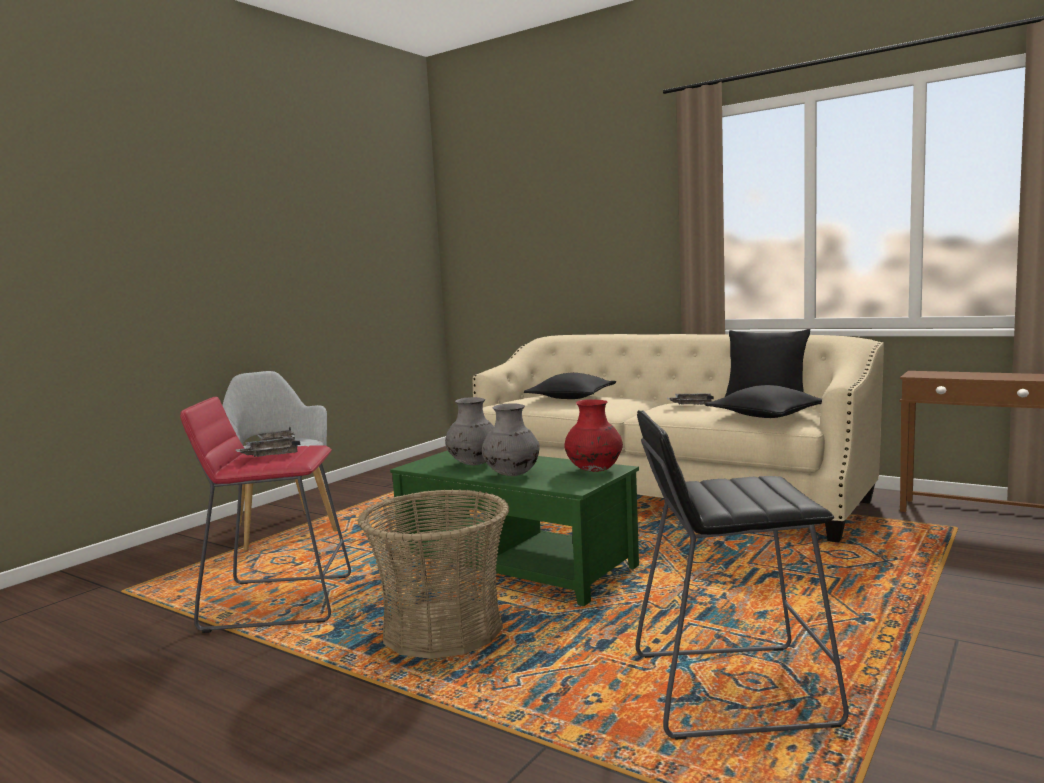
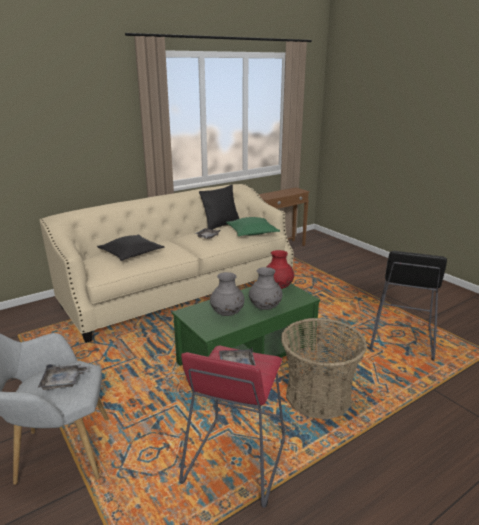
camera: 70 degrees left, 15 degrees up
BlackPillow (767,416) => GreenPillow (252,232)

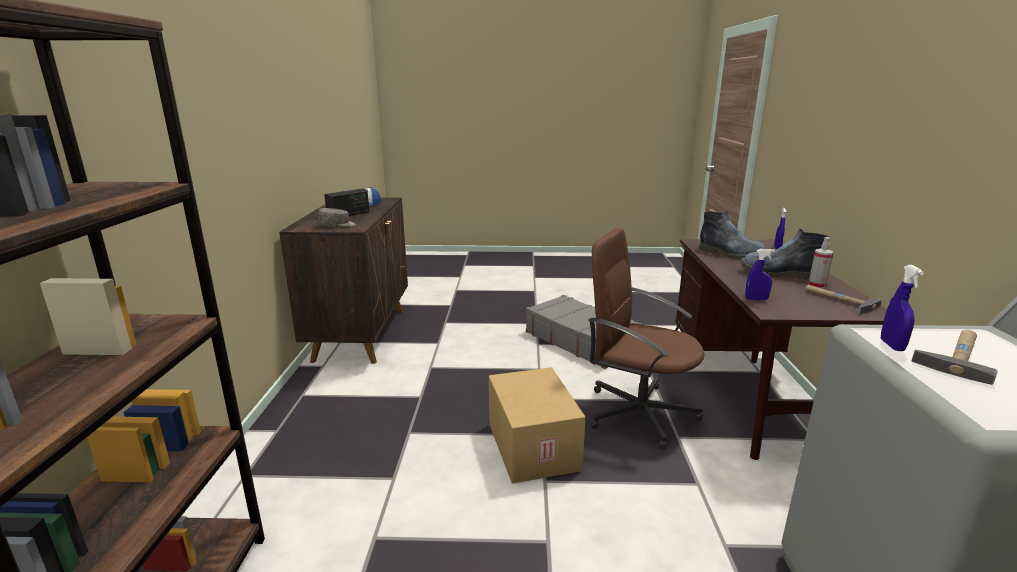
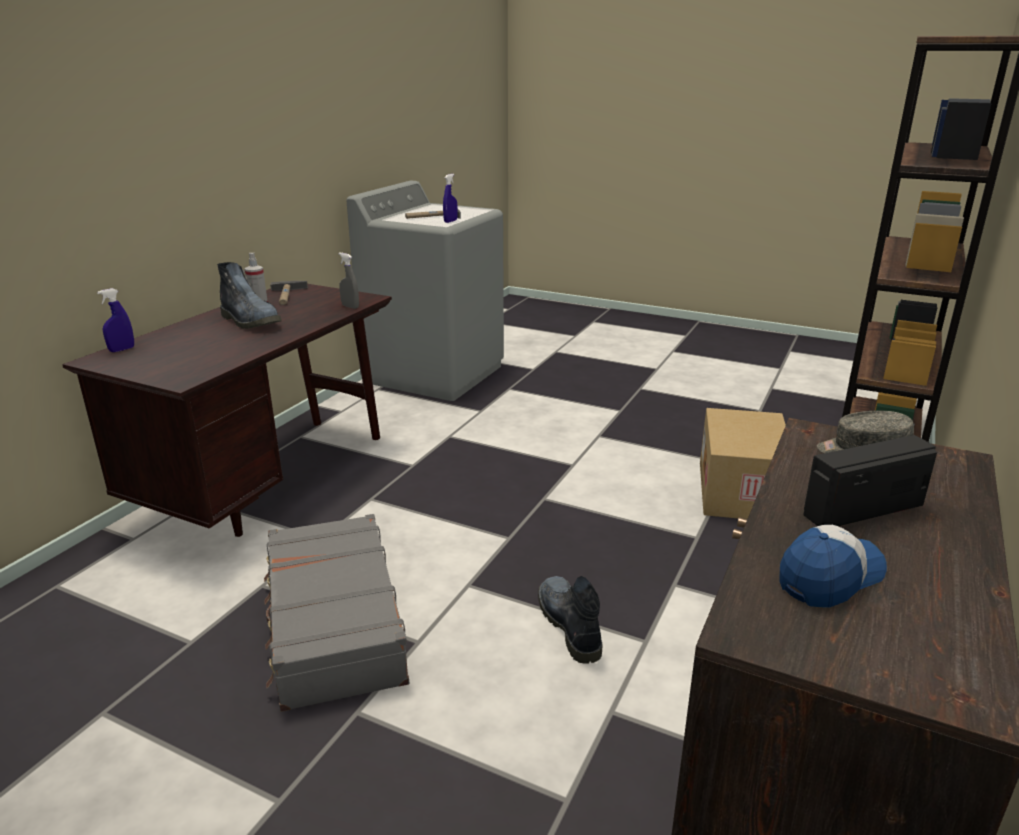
camera: 155 degrees left, 5 degrees up
Boot (732,254) => Boot (568,624), move
BrownOfficeChair (638,412) => nothing
BlueSprayBottle (756,299) => GreySprayBottle (350,307)
CardboardBox (531,446) => CardboardBox (742,492), move

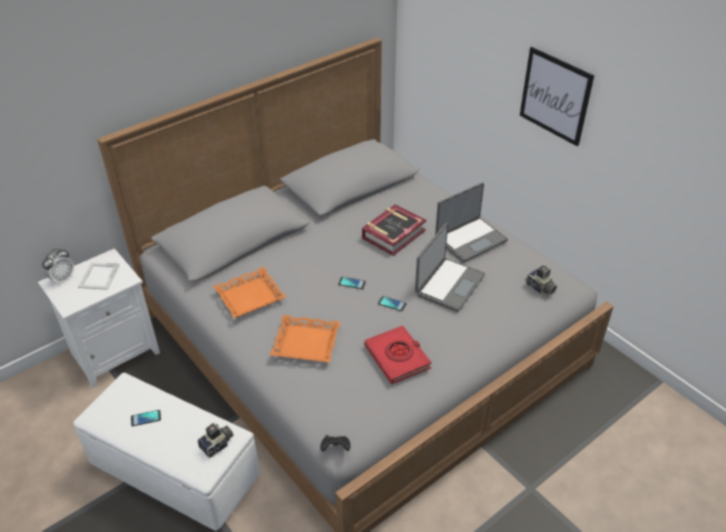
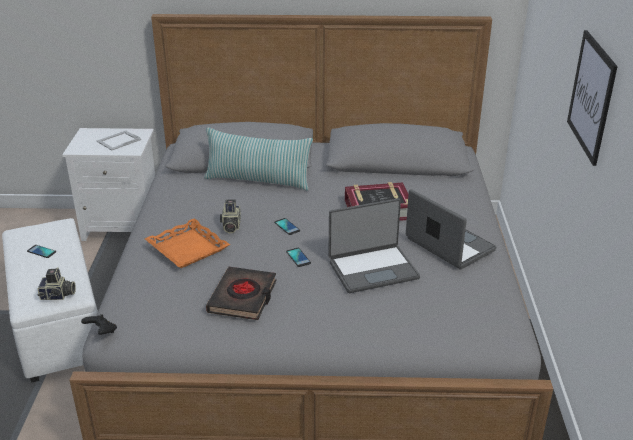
camera: 40 degrees right, 10 degrees down
Laptop (470,239) => Laptop (448,245), 135 degrees counterclockwise
AlarmClock (62,279) => nothing
PhotoCamera (540,288) => PhotoCamera (230,226), move
OrangeTray (250,297) => nothing
RedBook (397,357) => BlackBook (243,297)
nothing => Pillow (258,180)

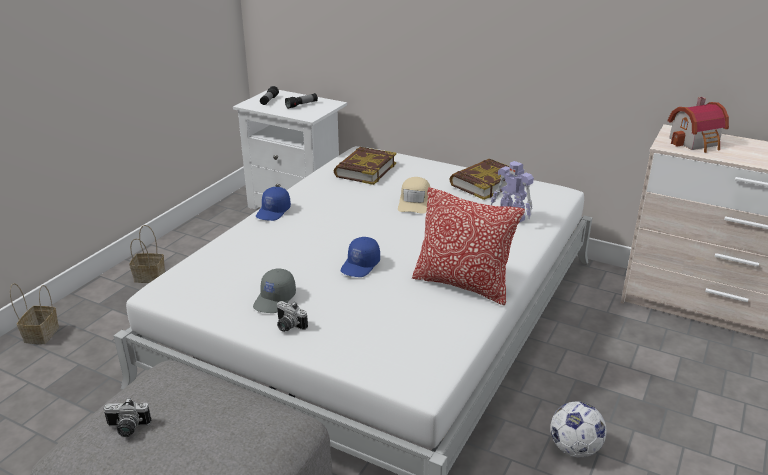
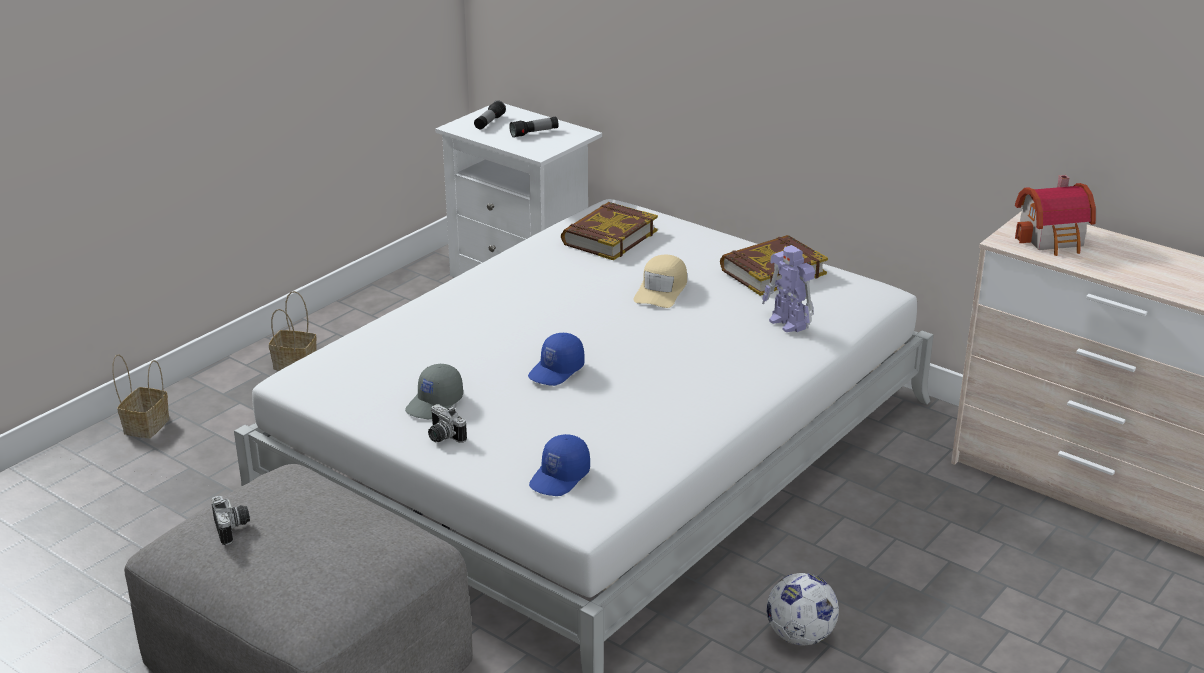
camera: 10 degrees right, 0 degrees up
BlueCap (273,212) => BlueCap (560,477), move
Pillow (463,284) => nothing
PhotoCamera (127,428) => PhotoCamera (233,528), 120 degrees counterclockwise

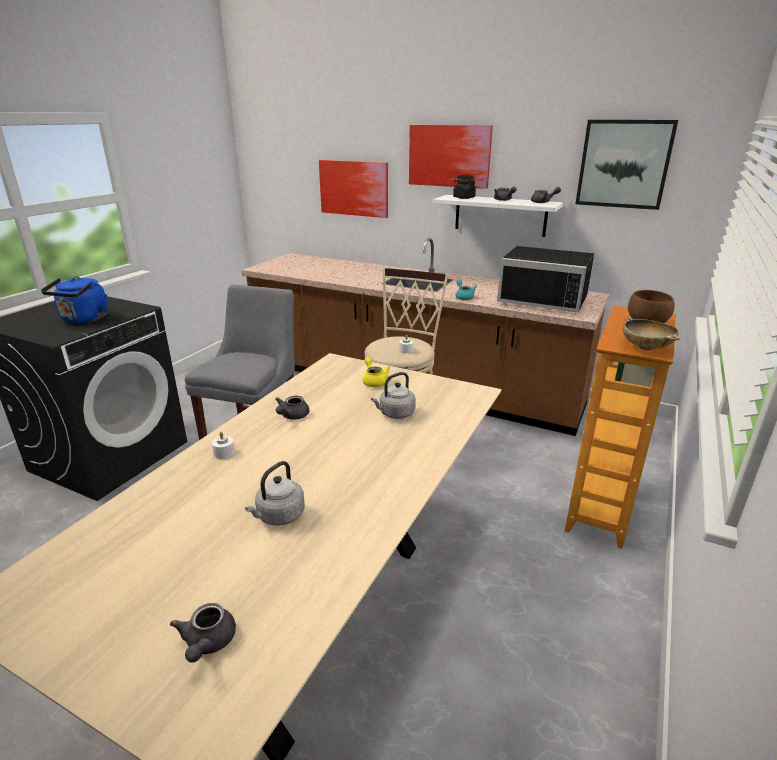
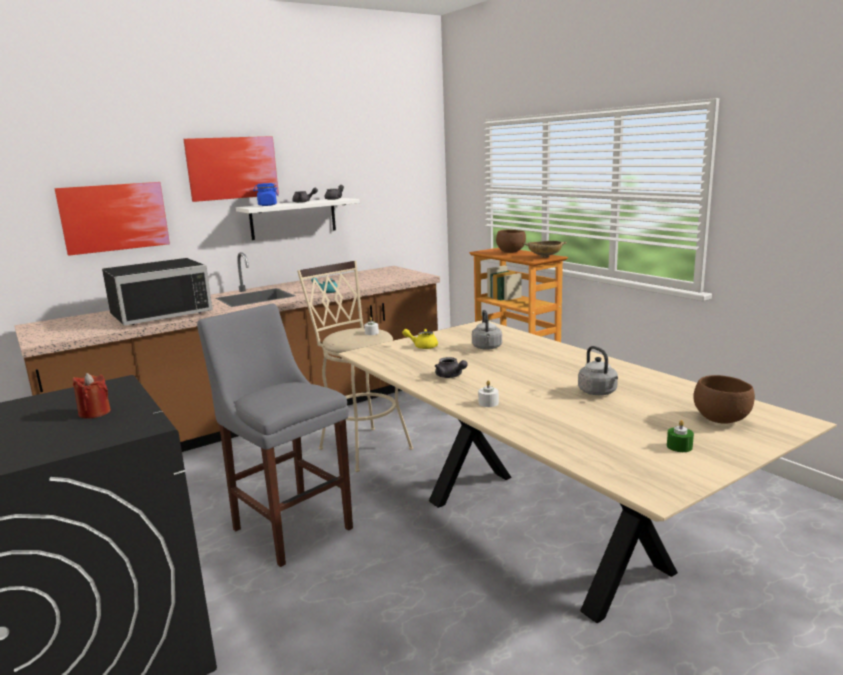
camera: 60 degrees left, 10 degrees down
Picture (624,164) => nothing
BlackJar (463,198) => BlueJar (267,205)
BlackMicrowave (544,299) => BlackMicrowave (160,313), move
BlueKettle (84,320) => RedCandle (94,413)
GreyTeapot (207,643) => BrownBowl (722,420)
nothing => GreenCandle (679,446)

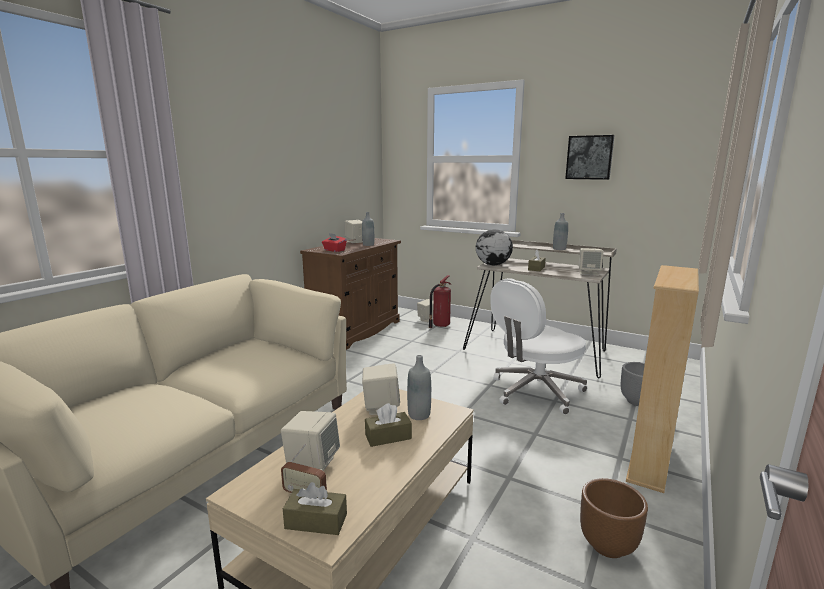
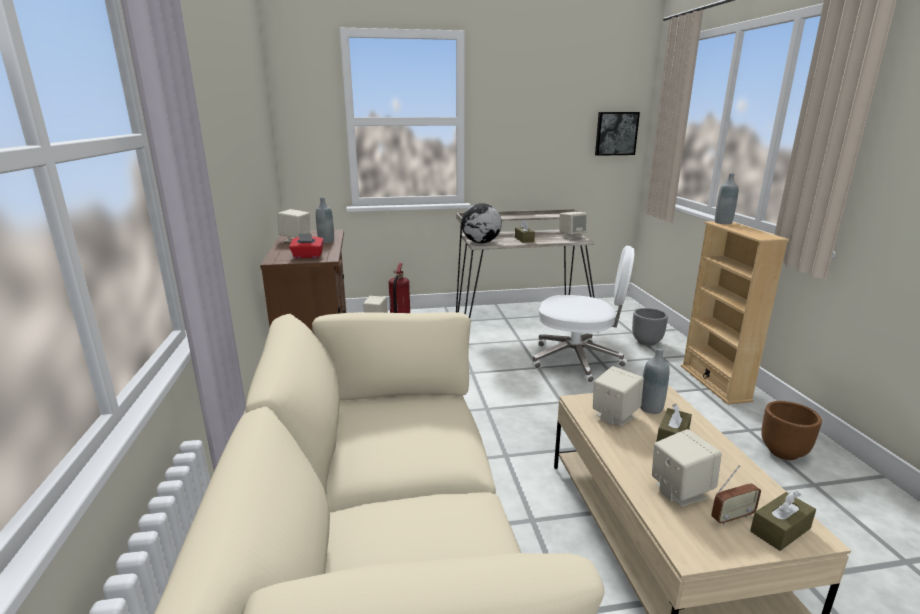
camera: 40 degrees left, 5 degrees up
Picture (589,157) => Picture (616,133), move
GreyBottle (559,249) => GreyBottle (723,222), move
WhiteOfficeChair (535,391) => WhiteOfficeChair (578,360), 90 degrees counterclockwise

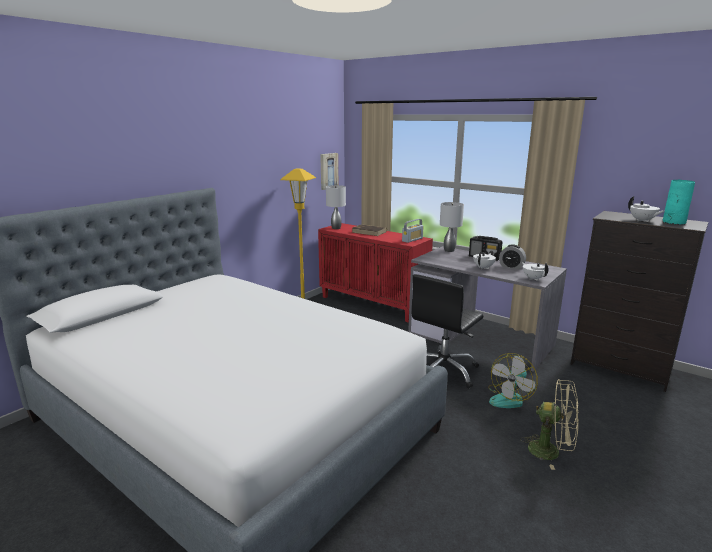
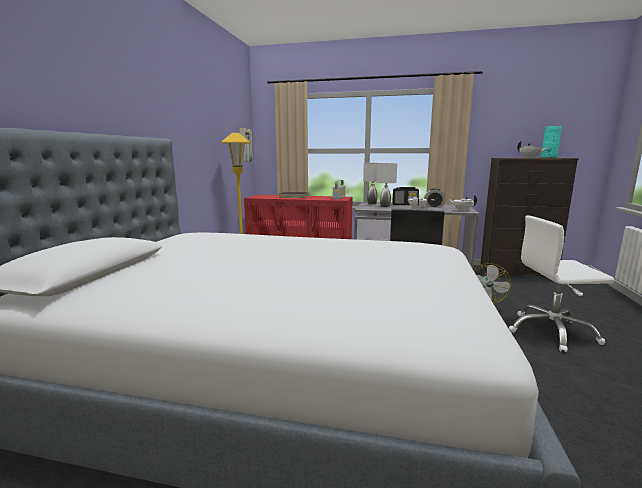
camera: 25 degrees left, 5 degrees down
GreyTableLamp (336,228) => GreyTableLamp (385,206), move
BeigeFan (551,452) => WhiteOfficeChair (551,332)

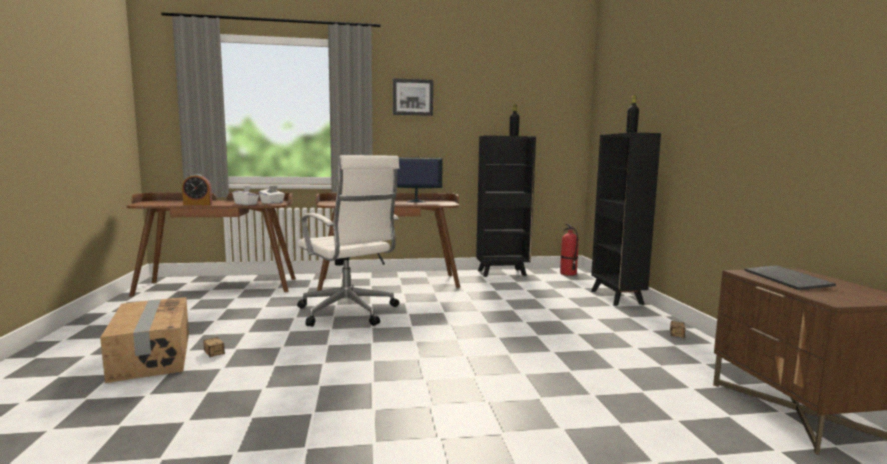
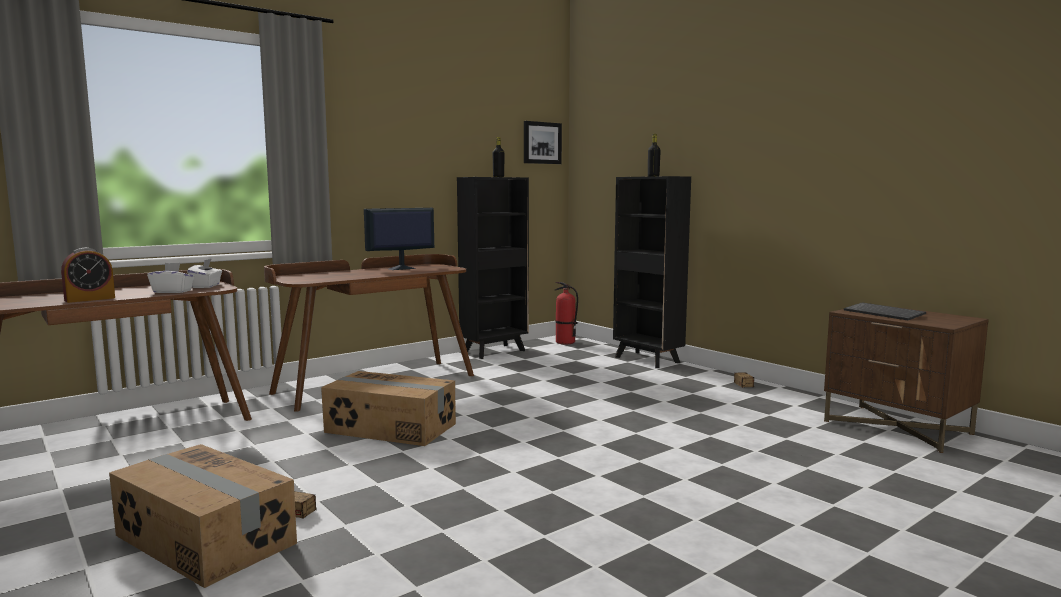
camera: 30 degrees left, 0 degrees up
Picture (412,97) => Picture (541,143), move
WhiteOfficeChair (349,313) => CardboardBox (390,428)

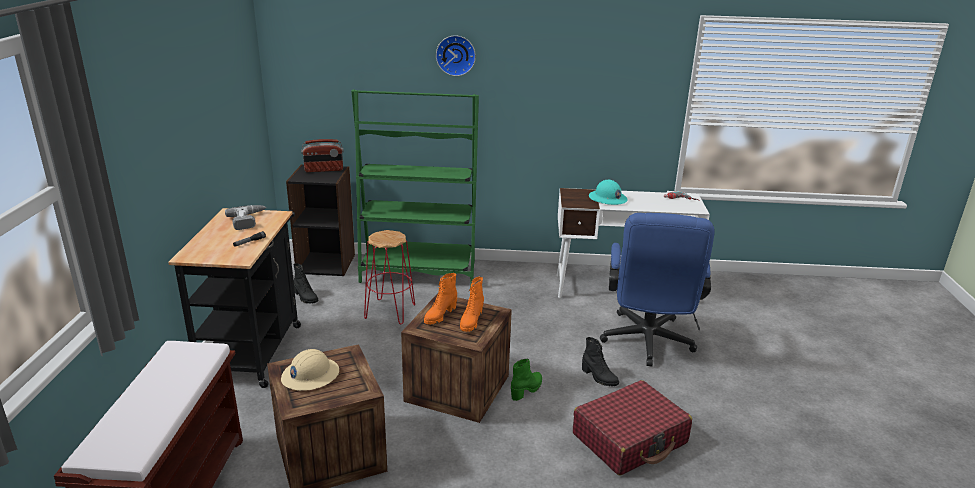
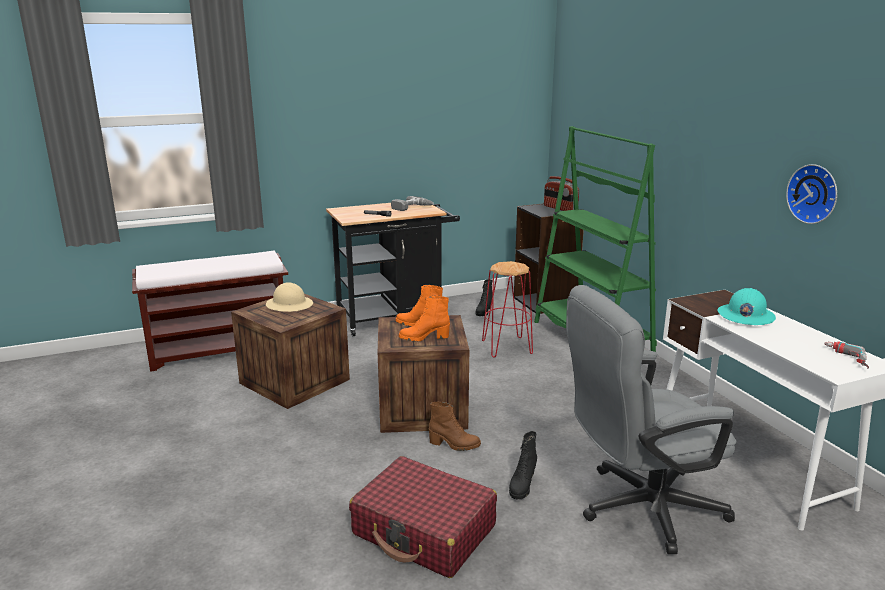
camera: 65 degrees right, 5 degrees down
WallClock (456,55) => WallClock (814,193), move
BlueOfficeChair (647,344) => GreyOfficeChair (638,508)
GreenBoot (527,390) => BrownBoot (454,445)

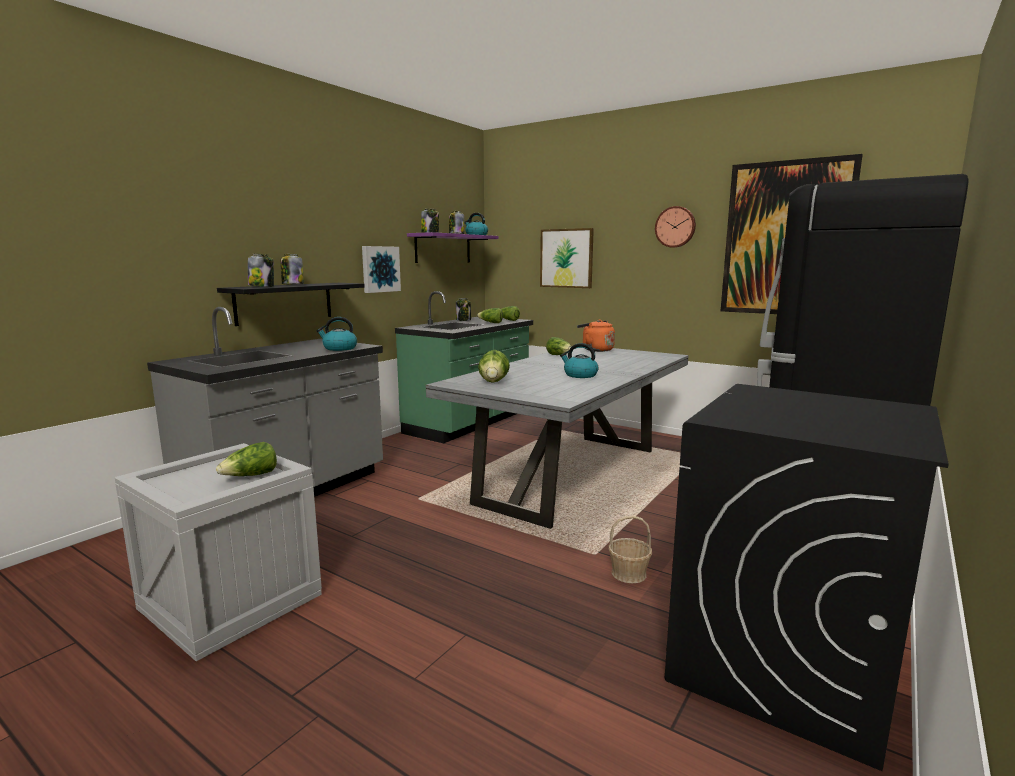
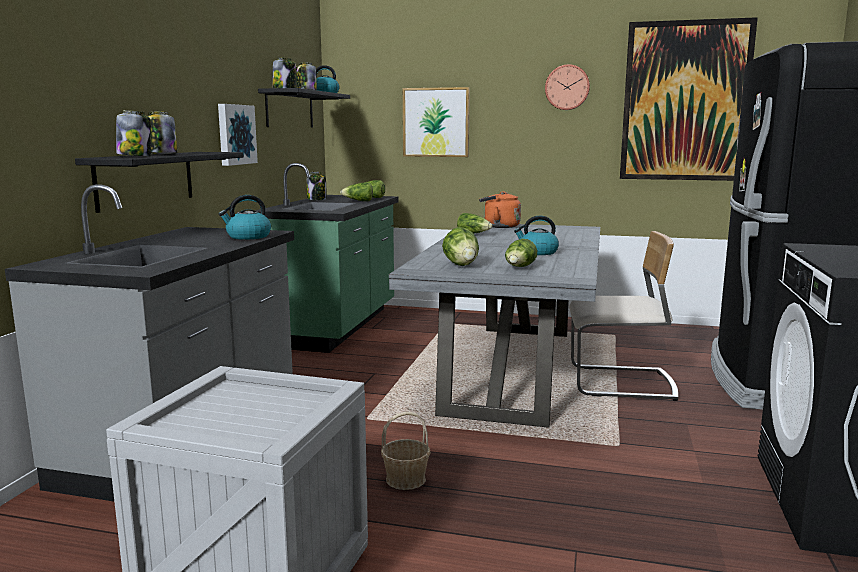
camera: 20 degrees left, 0 degrees up
PurpleShelf (443,248) => BlackShelf (290,109)
Lettuce (251,476) => Lettuce (520,268), move
Basket (629,573) => Basket (406,479), move
nothing => BeigeChair (621,384)

